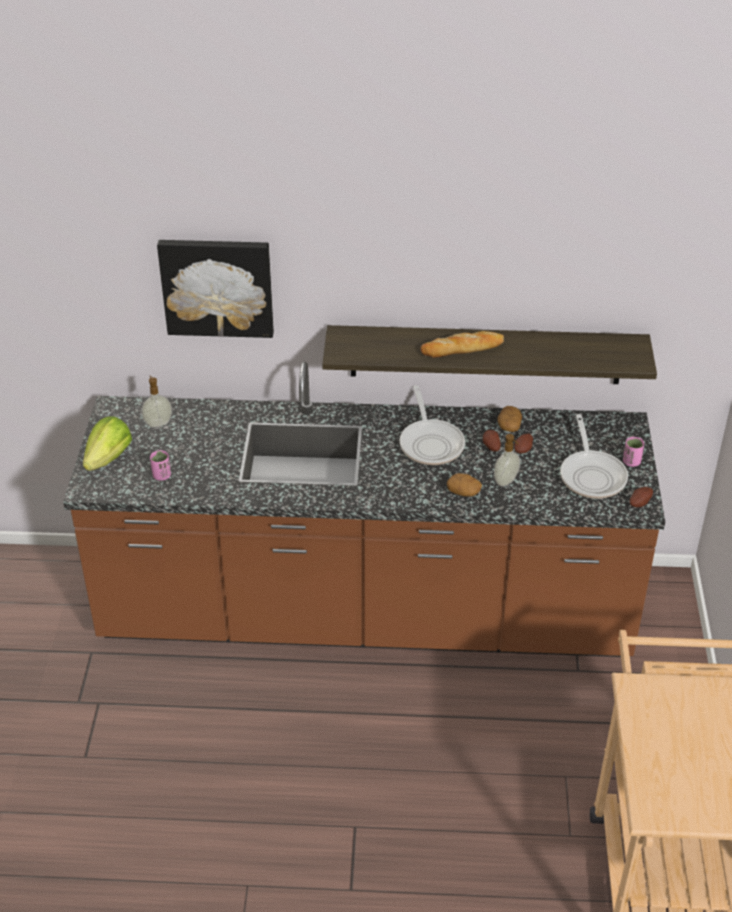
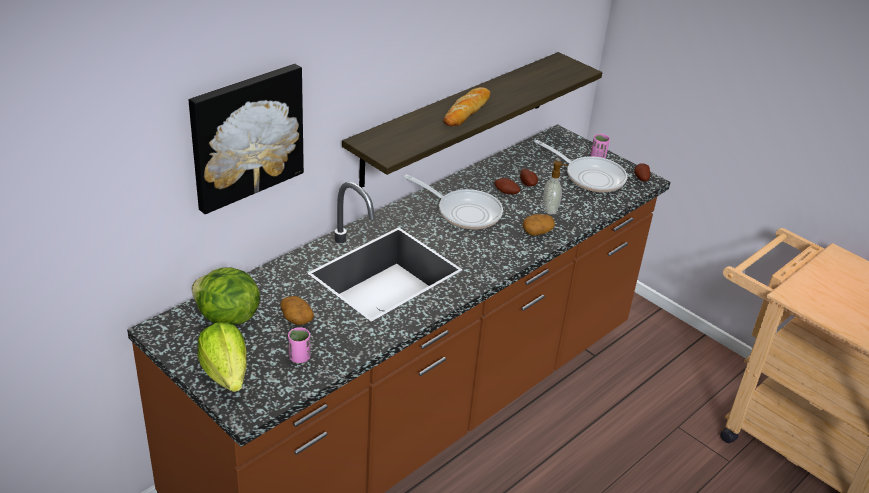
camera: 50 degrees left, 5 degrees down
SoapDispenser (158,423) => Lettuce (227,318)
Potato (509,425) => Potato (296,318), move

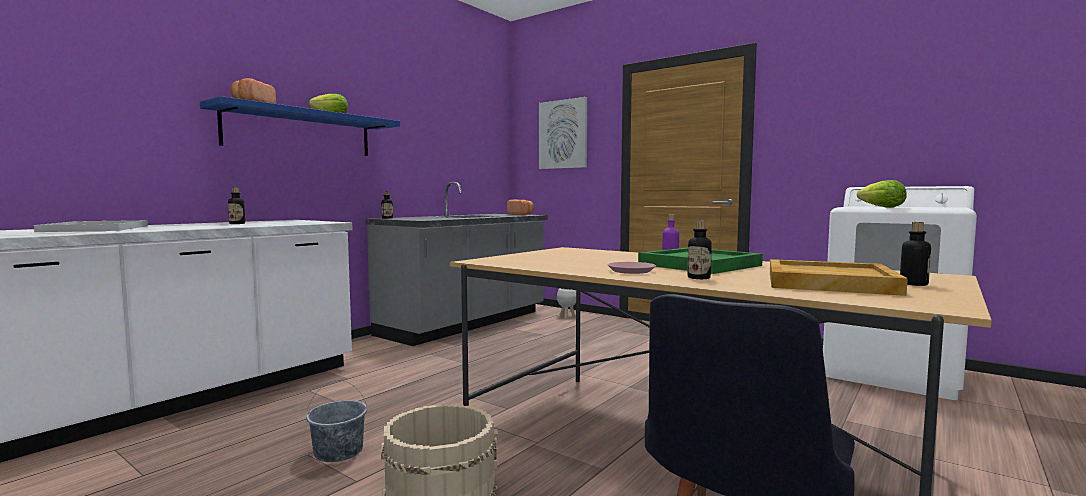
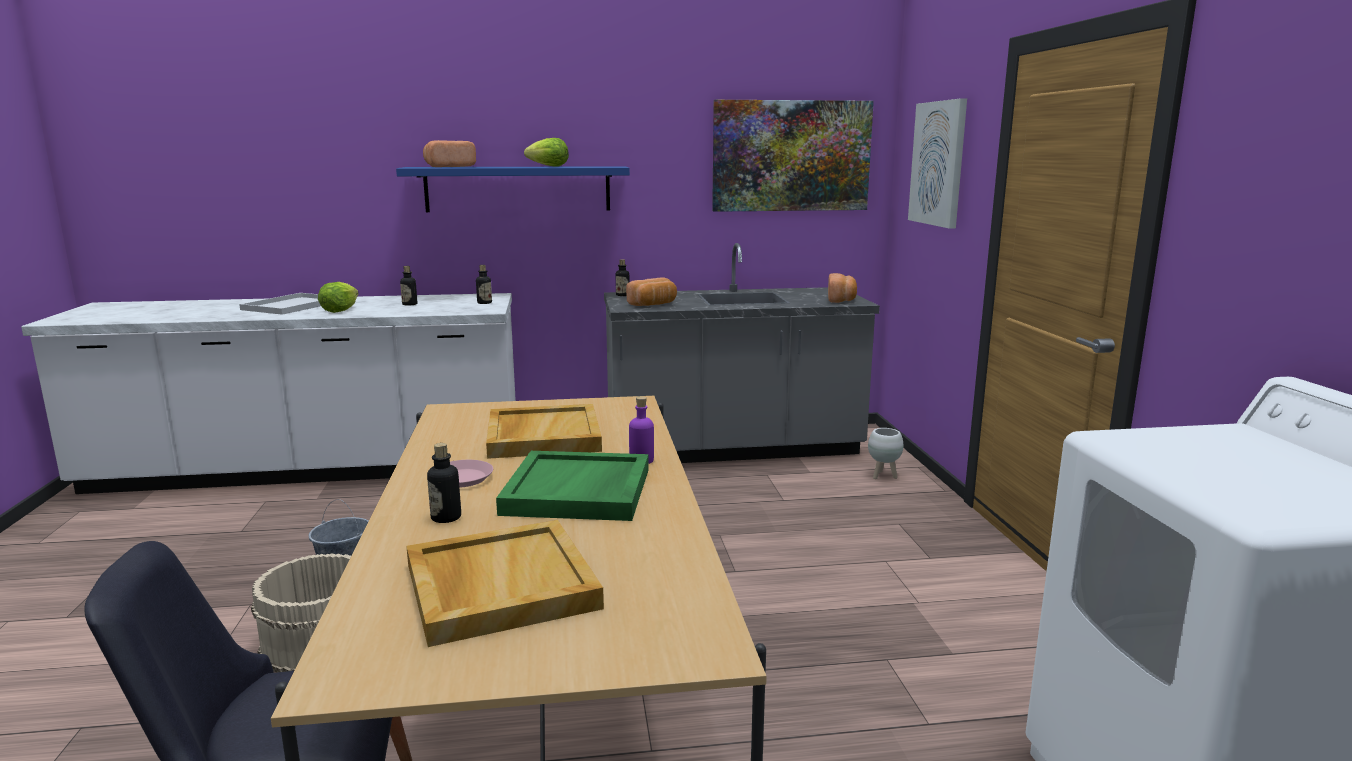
camera: 45 degrees right, 10 degrees up
Lettuce (882,207) => Lettuce (339,311), move
Bottle (913,284) => Bottle (484,303), move
nothing => Picture (791,156)
nothing => Bread (654,305)
nothing => BeigeTray (542,436)

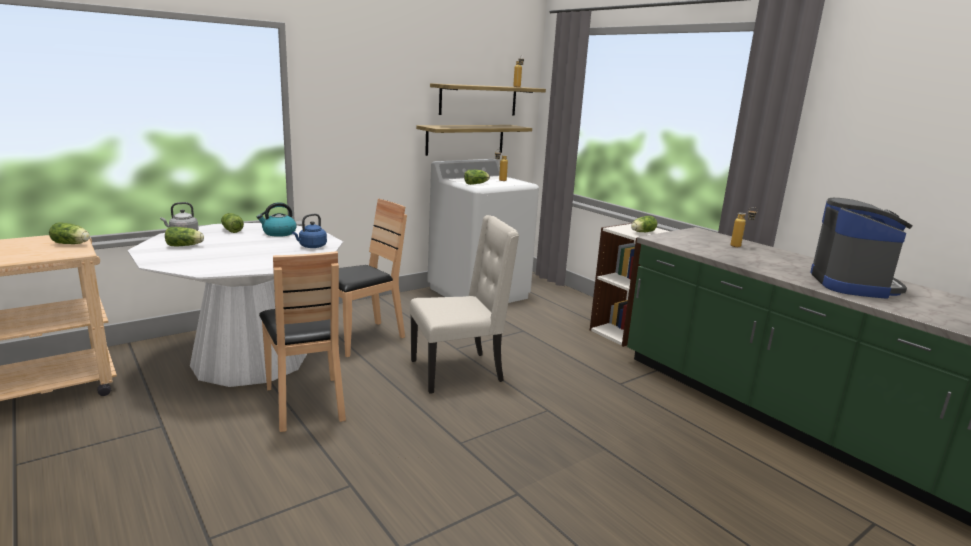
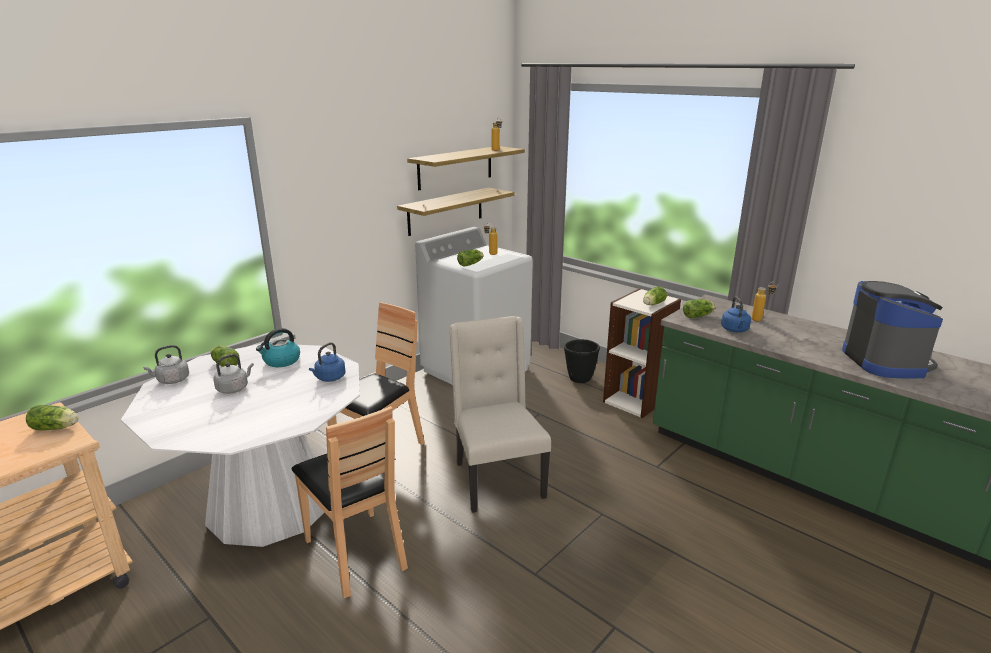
camera: 10 degrees left, 5 degrees up
BeigeChair (458,371) => BeigeChair (496,479), 75 degrees counterclockwise
Lettuce (185,246) => Lettuce (698,316), move
nothing => BlueKettle (735,330)
nothing => BlackPlanter (579,379)
nothing => GreyKettle (234,388)

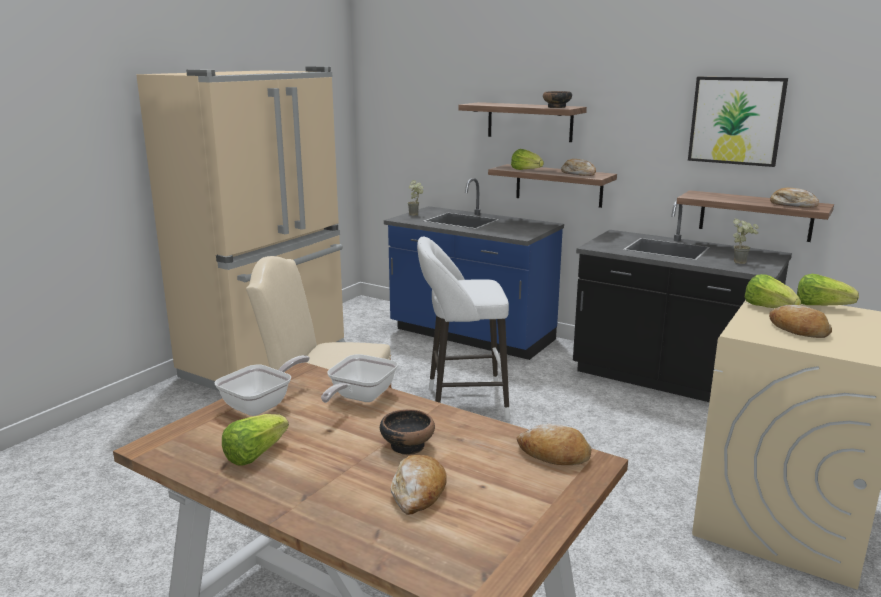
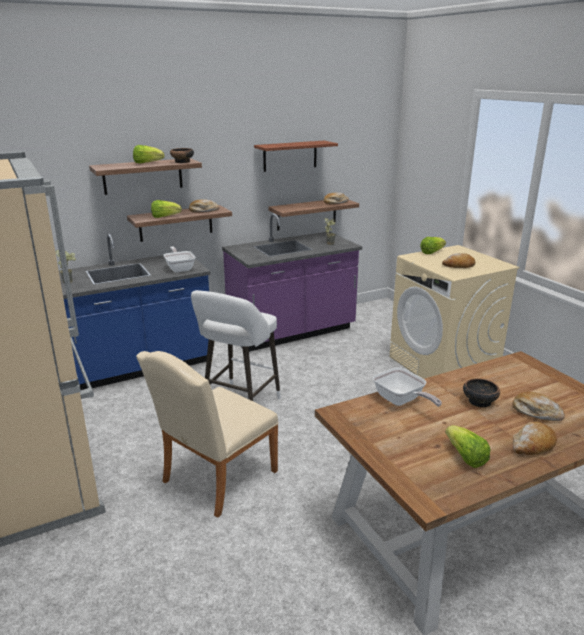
camera: 60 degrees left, 5 degrees up
Picture (736,120) => Shelf (290,156)
BlackCounter (668,381) => PurpleCounter (292,333)
Lettuce (768,308) => Lettuce (147,163), move
FryingPan (262,404) => FryingPan (180,268), move
Bread (554,454) => Bread (532,445), move

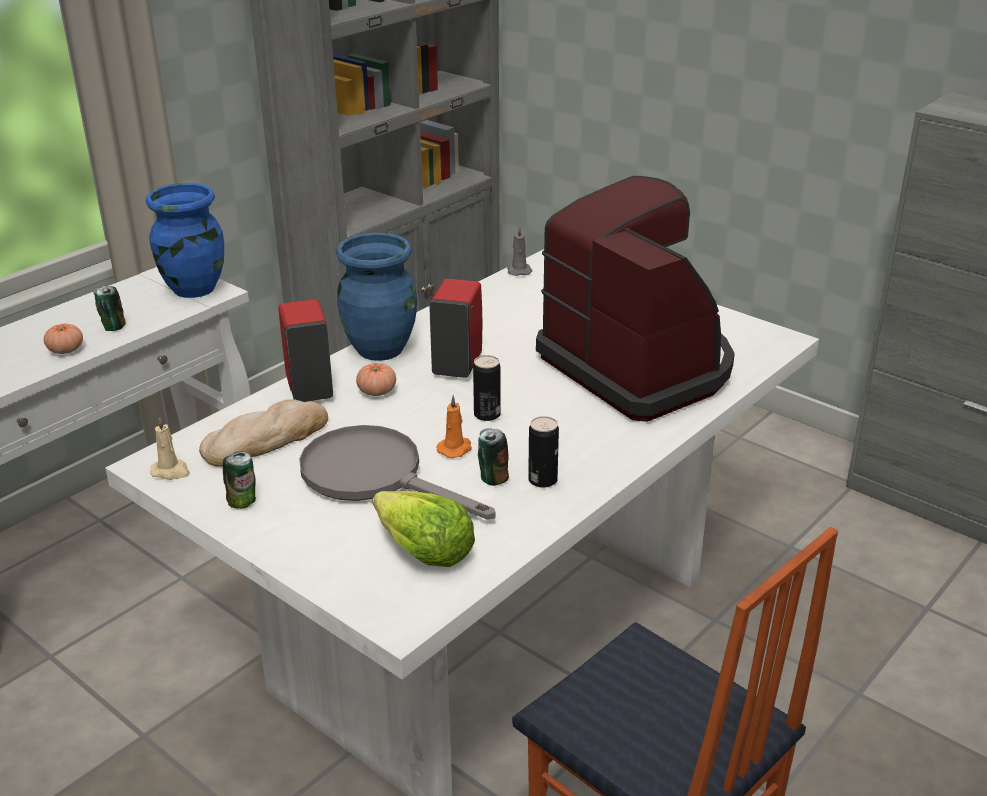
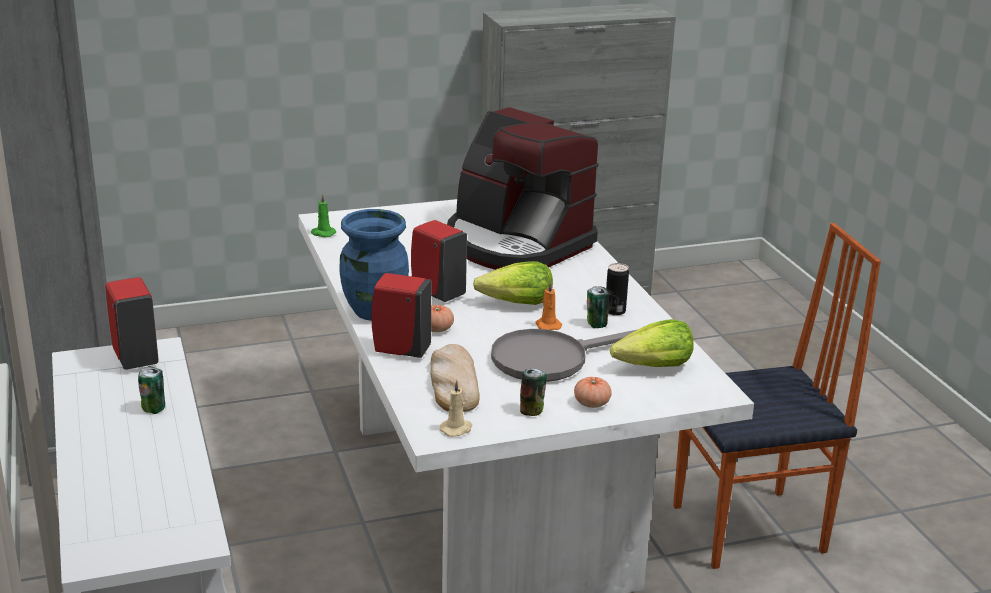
camera: 60 degrees left, 5 degrees down
CoffeeMachine (639,366) => CoffeeMachine (516,244), 135 degrees counterclockwise
BlueVase (193,289) => RedSoapDispenser (135,358)
GreyCandle (519,270) => GreenCandle (322,233)
Tomato (66,350) => Tomato (591,403), move
Can (487,415) => Lettuce (516,304)

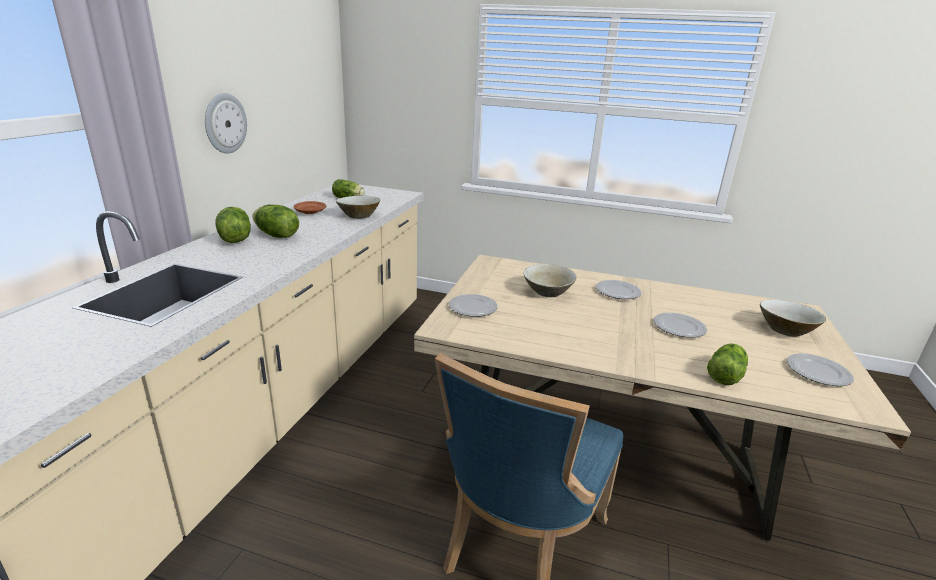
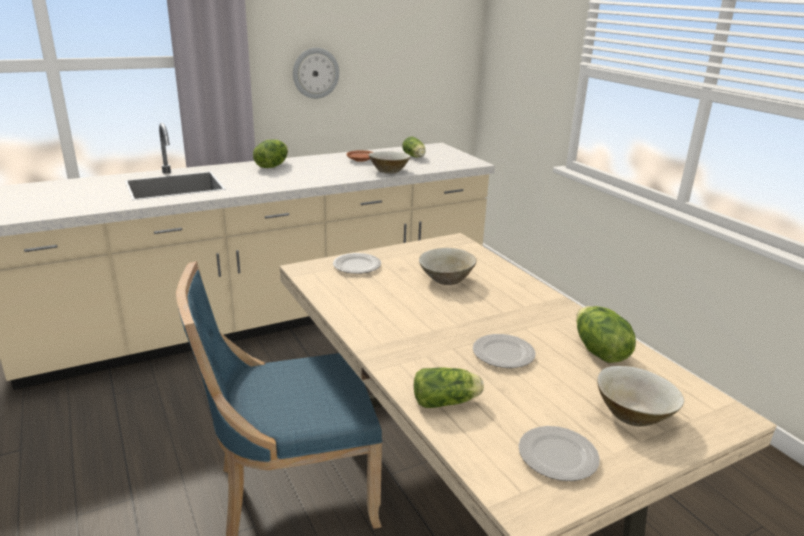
camera: 45 degrees right, 0 degrees up
Lettuce (276,235) => Lettuce (598,351), move
Plate (618,292) => nothing

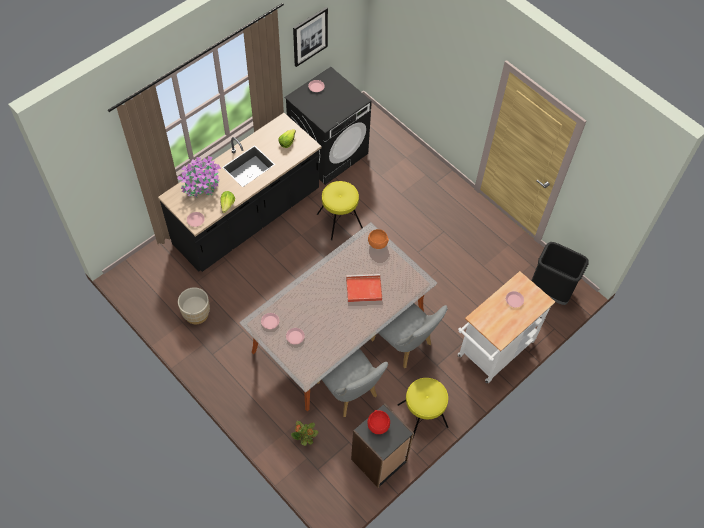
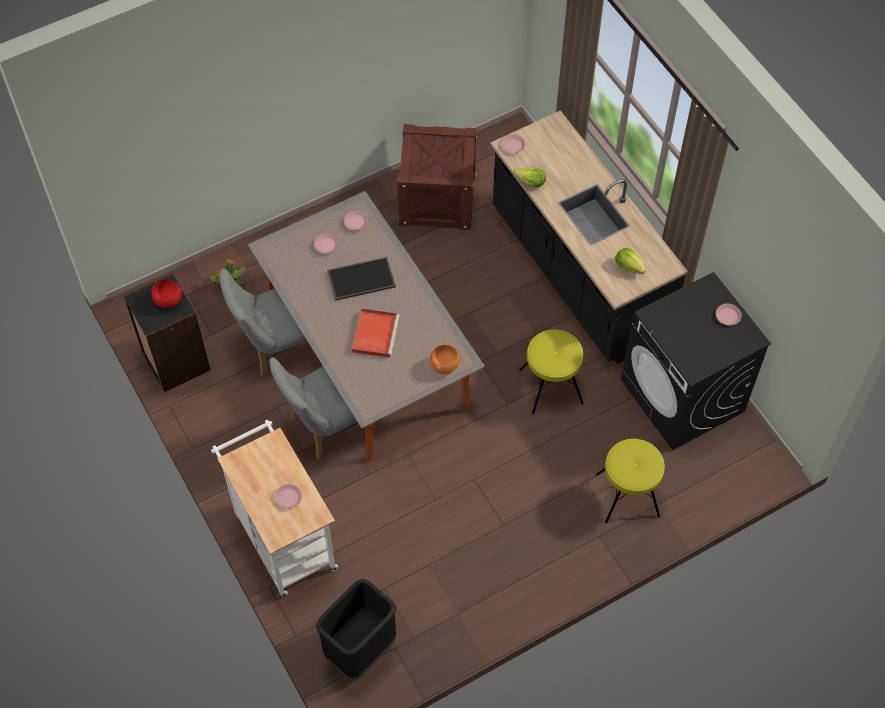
camera: 105 degrees right, 0 degrees up
Picture (310,36) => nothing
PottedPlant (202,185) => nothing
BeigePlanter (196,314) => Crate (437,199)
YellowStool (422,415) => YellowStool (628,495), move
nothing => Tray (361,280)

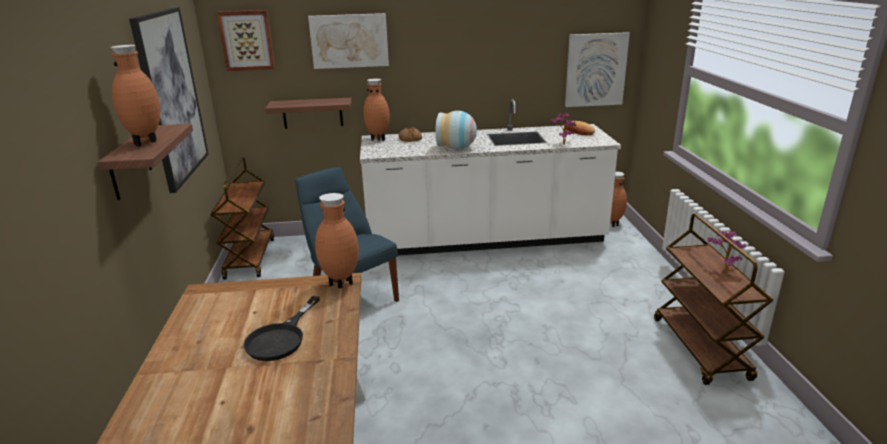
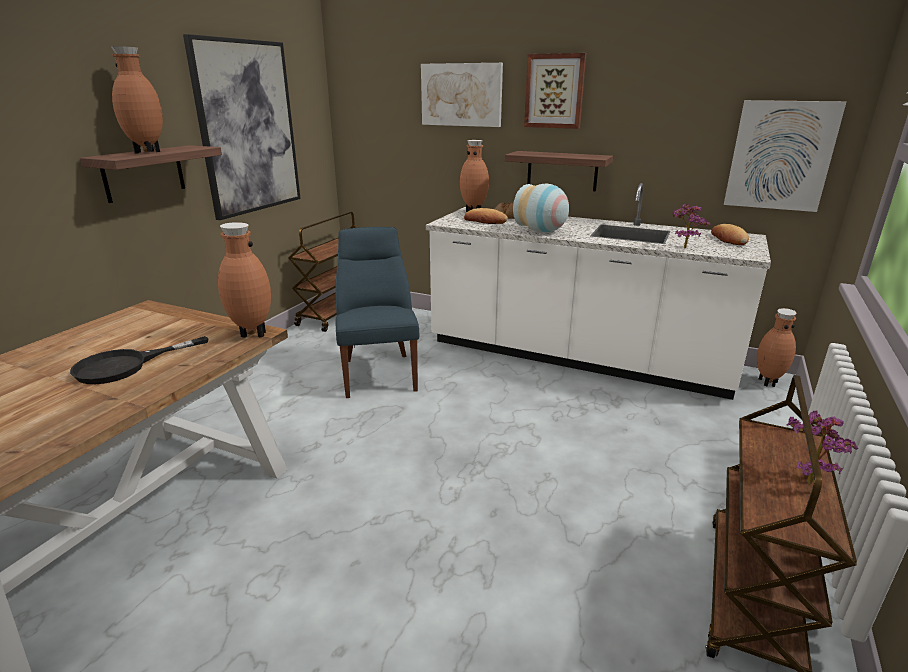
camera: 30 degrees right, 0 degrees up
Picture (247,40) => Picture (554,91), move
Shelf (312,113) => Shelf (562,171), move
nothing => Bread (485,221)

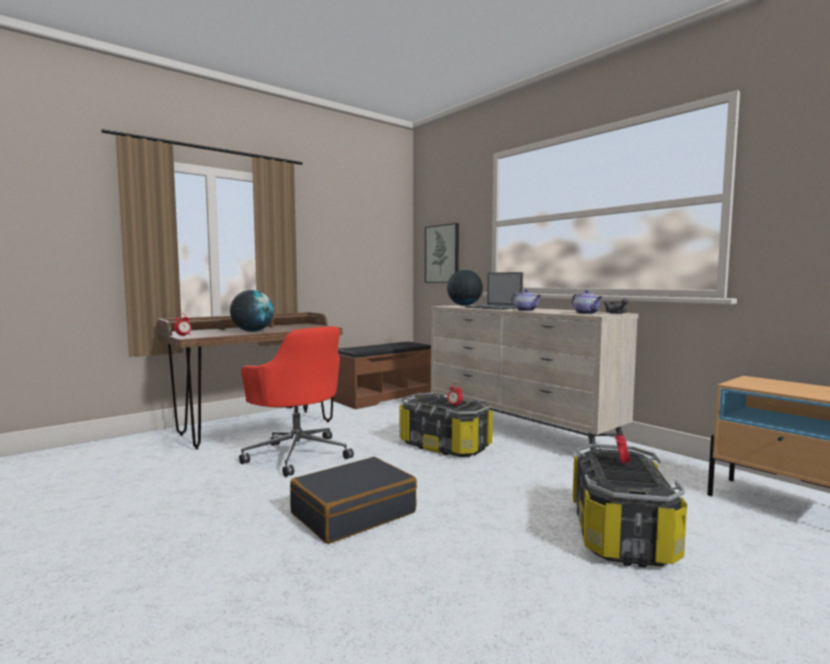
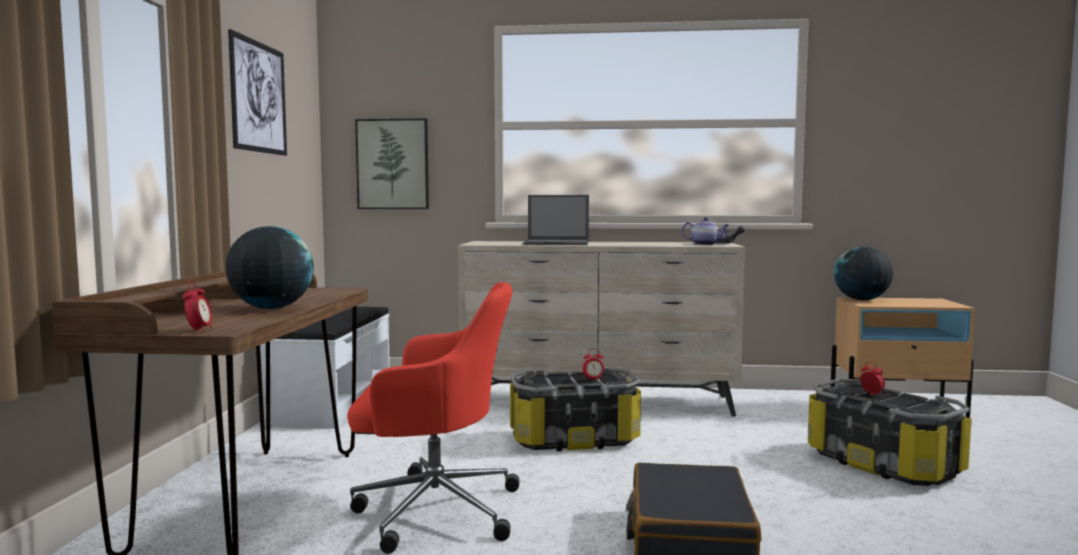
camera: 45 degrees left, 0 degrees up
Globe (464,305) => Globe (862,300), move
Teapot (526,310) => nothing
BrownBench (383,397) => WhiteBench (331,403)
nothing => Picture (258,97)

